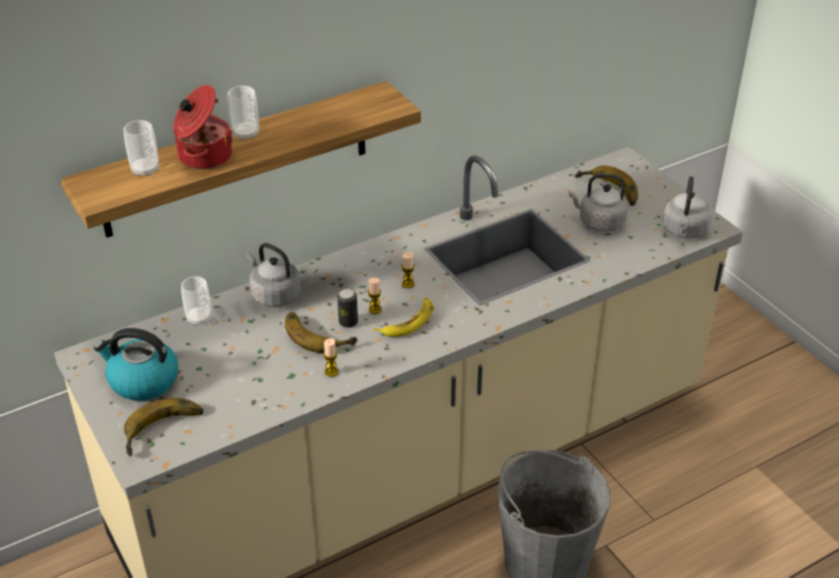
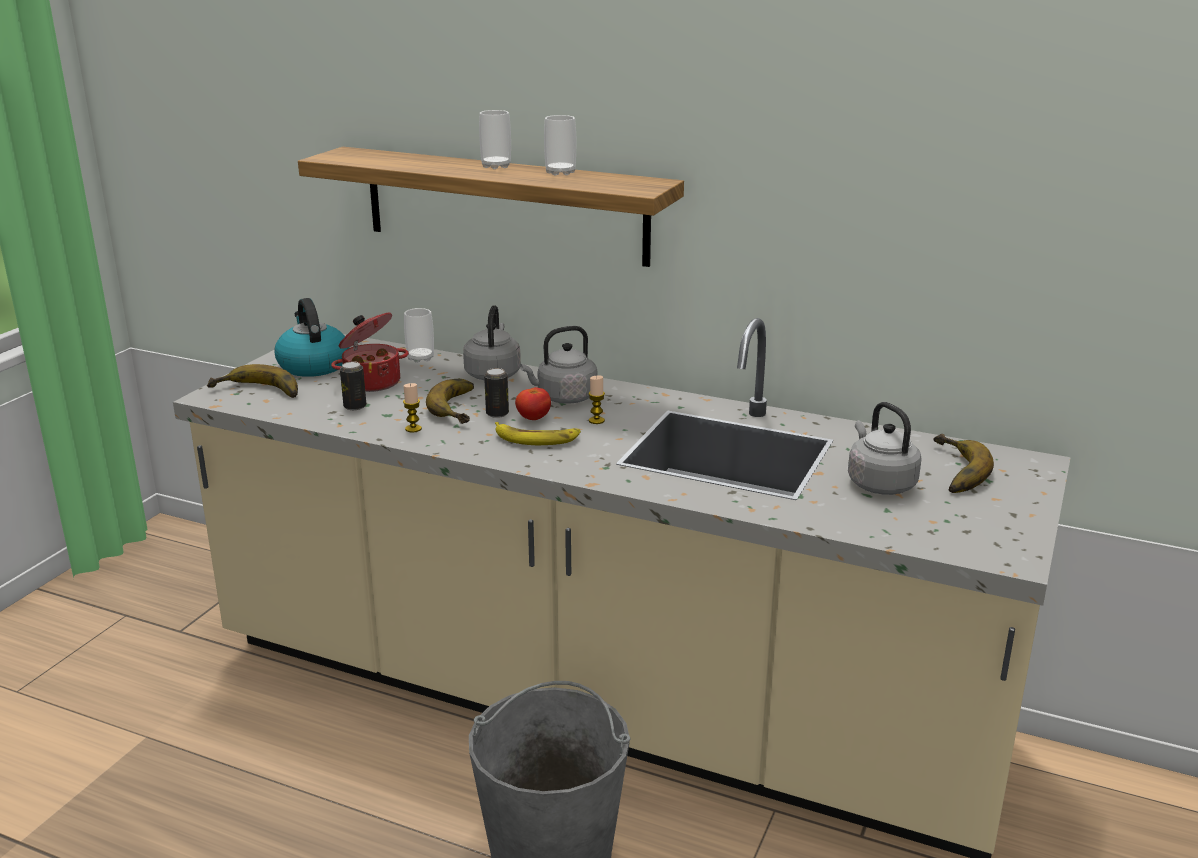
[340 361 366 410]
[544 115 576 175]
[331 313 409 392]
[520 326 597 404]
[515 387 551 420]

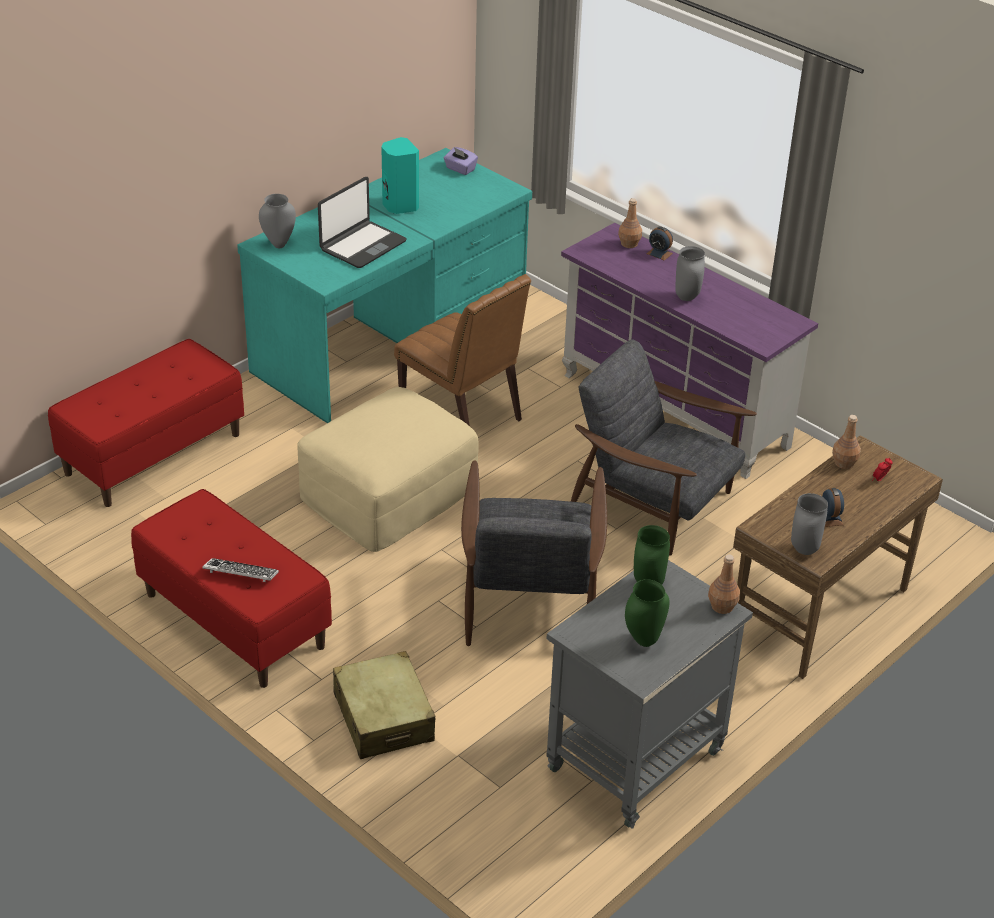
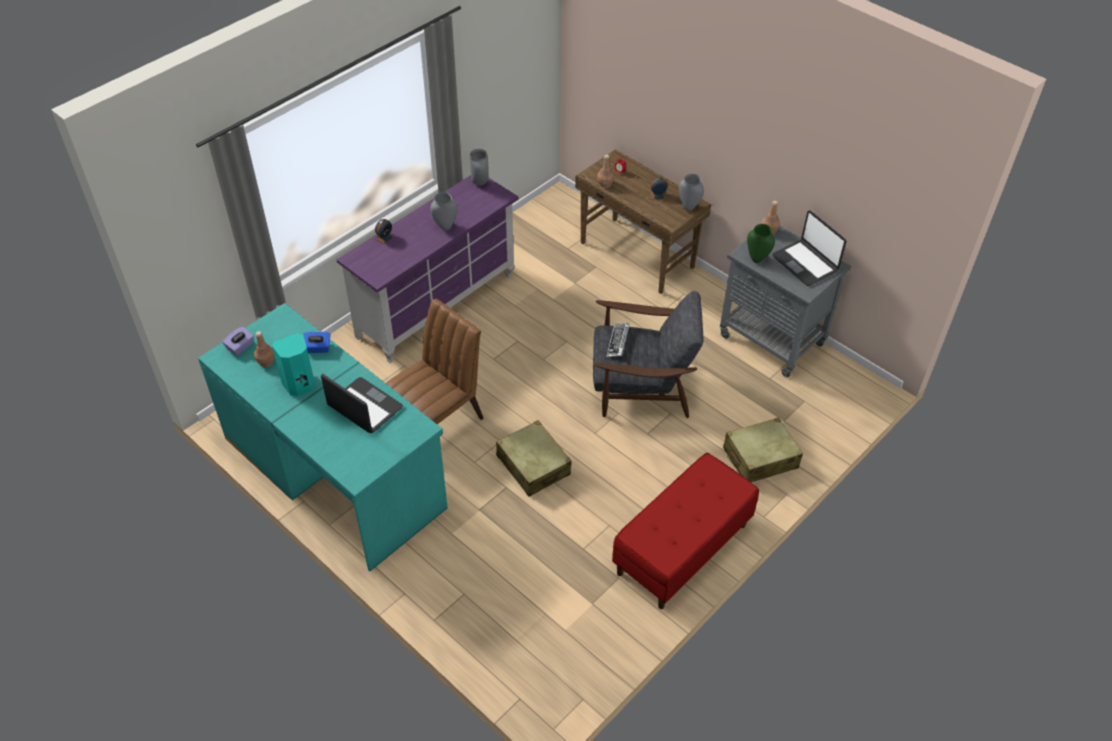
[48 339 244 507] (first image)
[571 339 757 555] (first image)
[303 331 331 353]
[606 323 630 358]
[470 149 489 186]
[254 331 275 367]
[496 420 572 497]
[772 210 847 286]

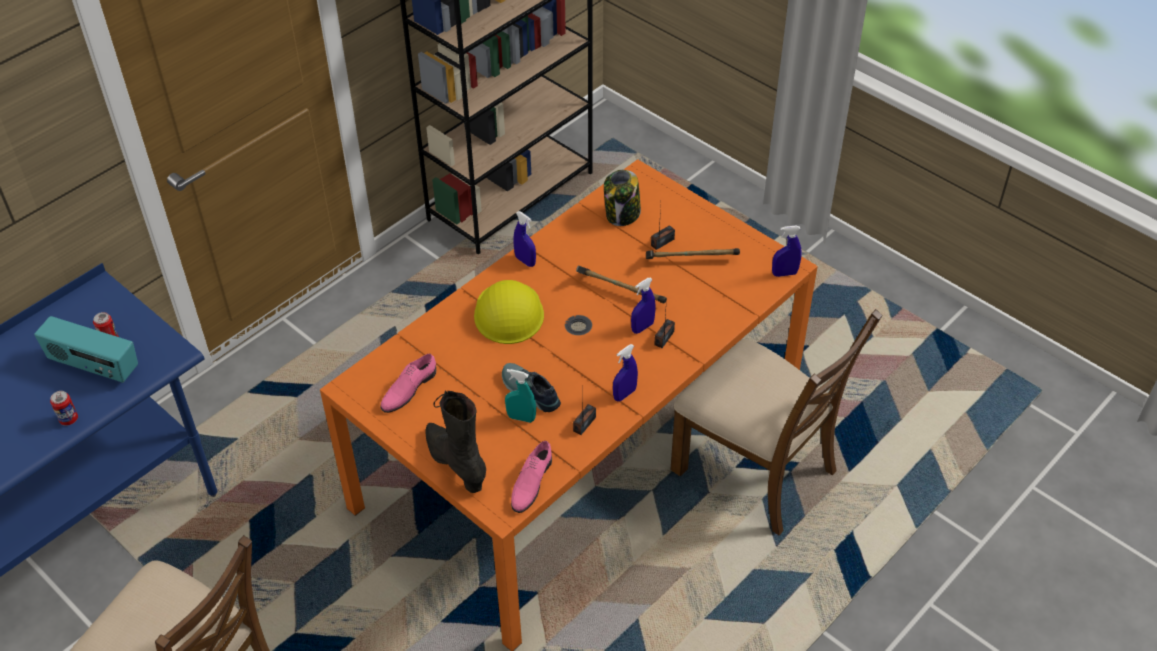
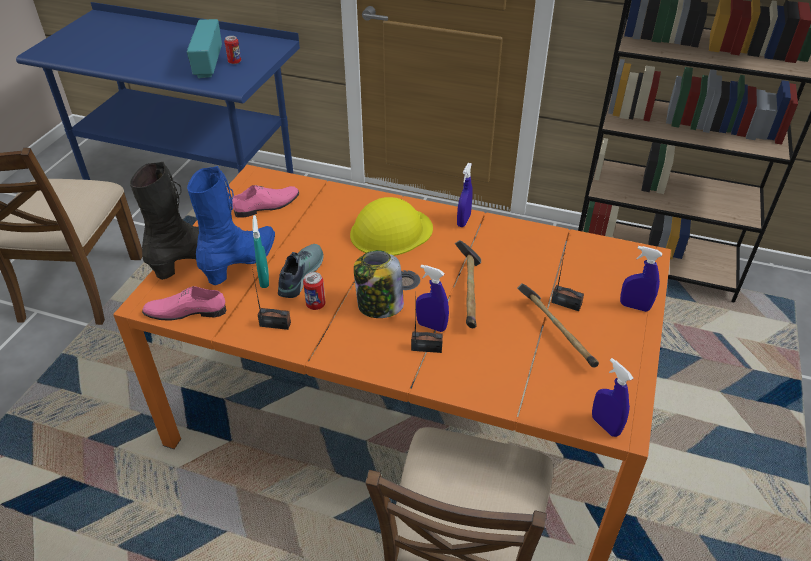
[187 166 275 285]
[303 272 326 310]
[354 250 404 318]
[620 246 662 312]
[232 185 299 218]

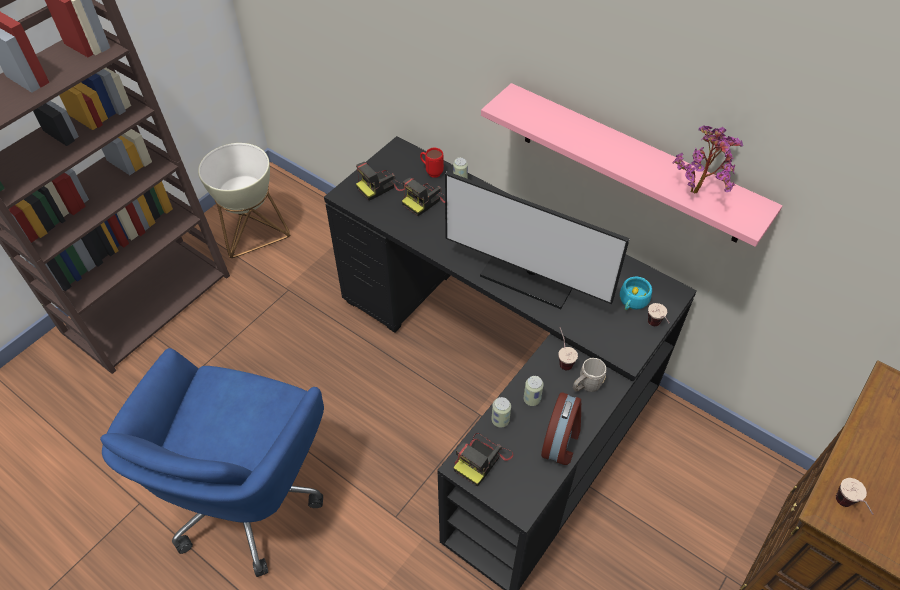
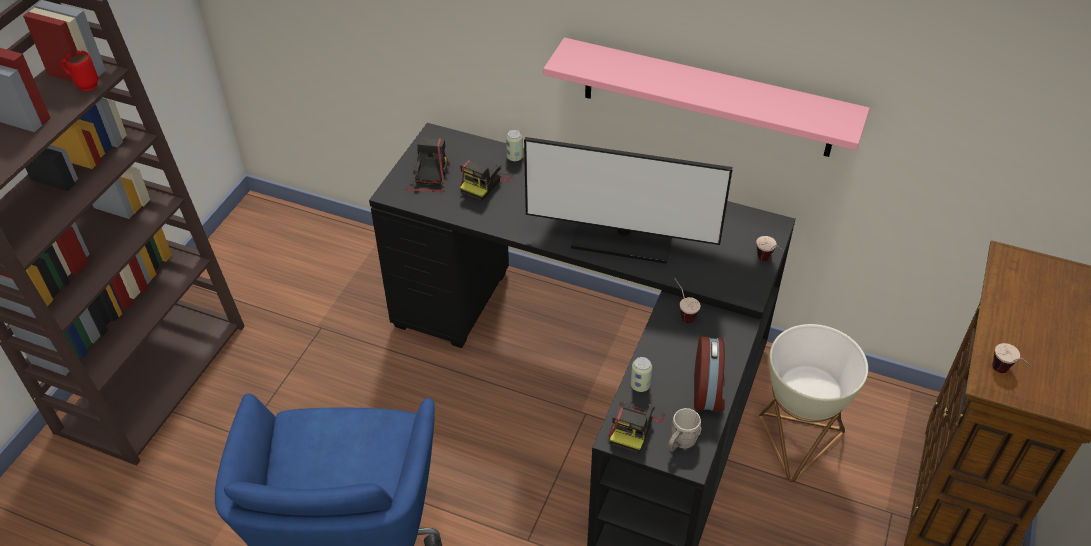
[524 376 544 406] (first image)
[620 277 652 310] (first image)
[673 125 743 193] (first image)
[759 324 868 482]
[61 51 98 91]
[668 408 701 452]
[405 137 450 193]

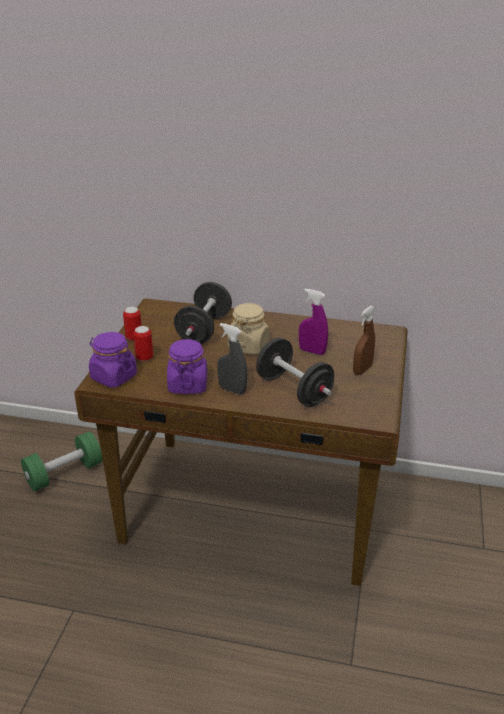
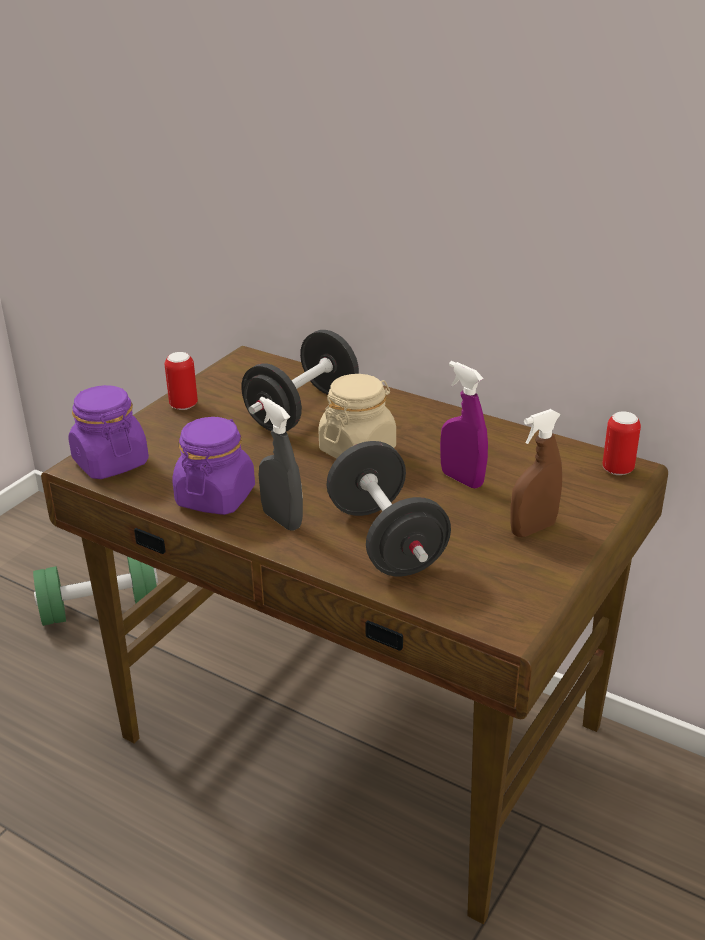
[602 411 641 475]

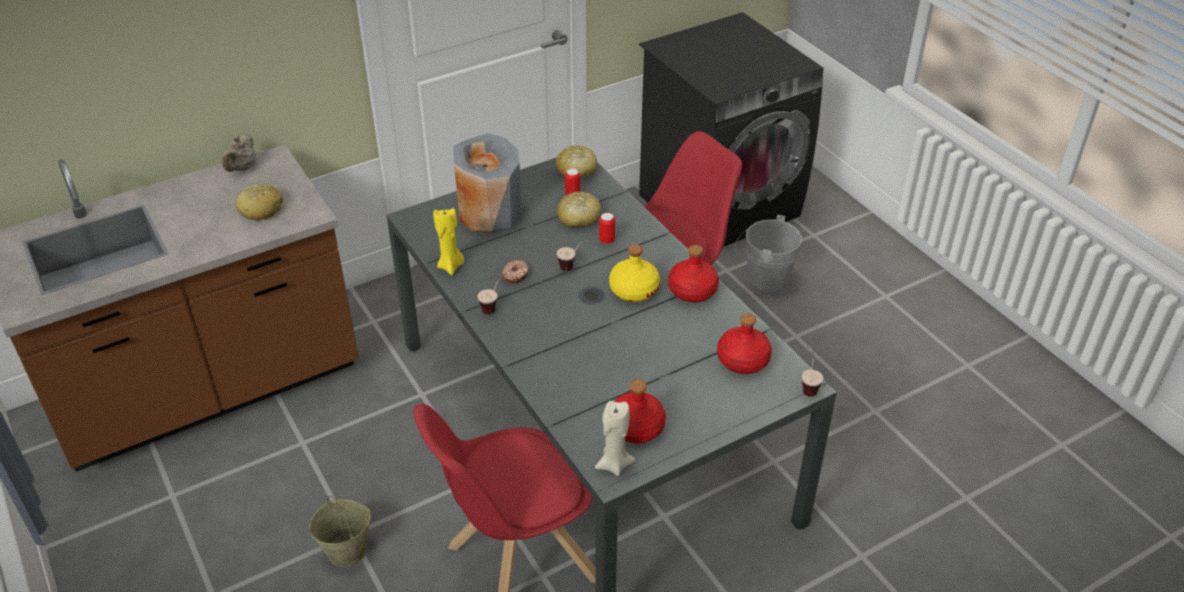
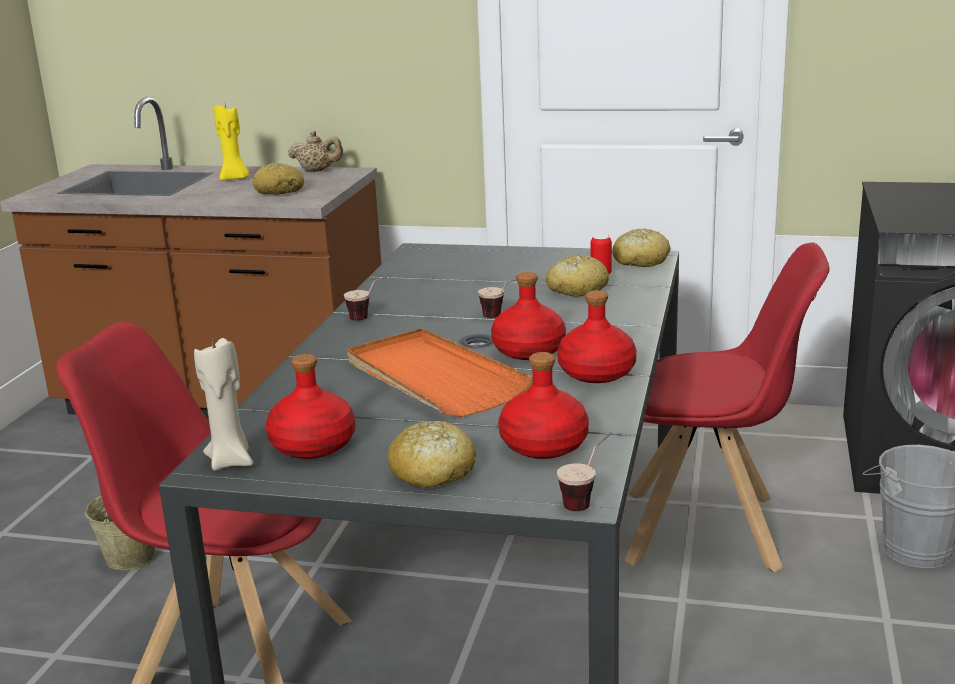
[453 133 522 233] (first image)
[502 260 529 284] (first image)
[599 213 615 244] (first image)
[347 328 533 417]
[388 421 476 488]
[214 105 249 181]
[491 272 566 360]
[288 131 343 172]

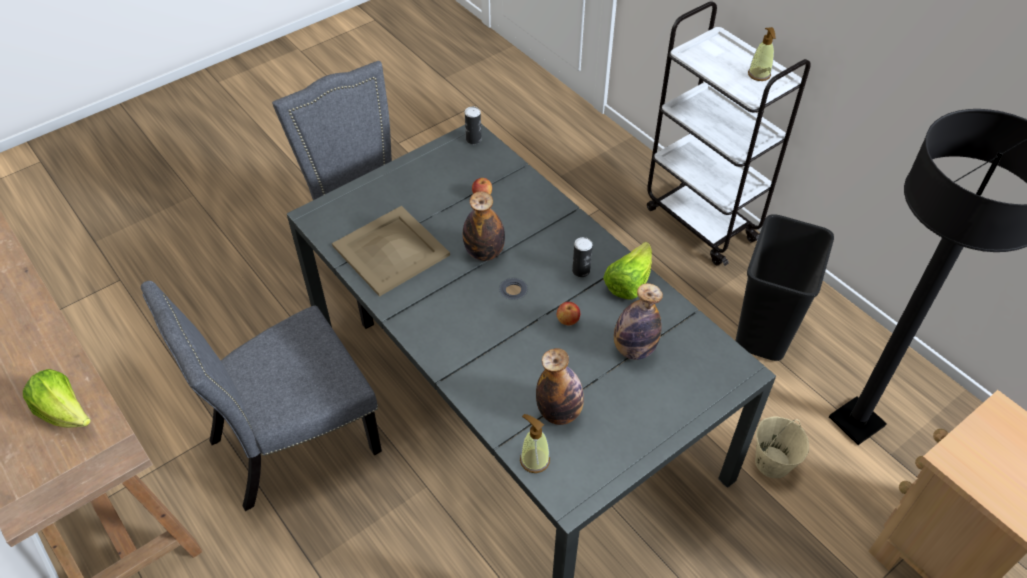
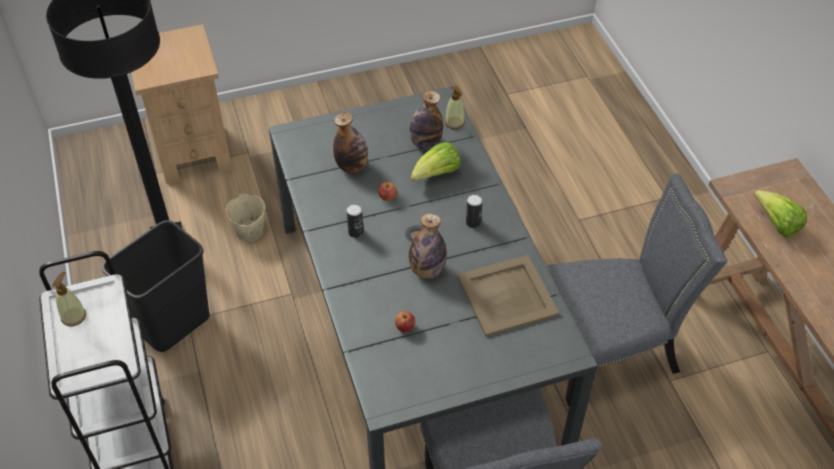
[466 194 483 228]
[411 142 461 181]

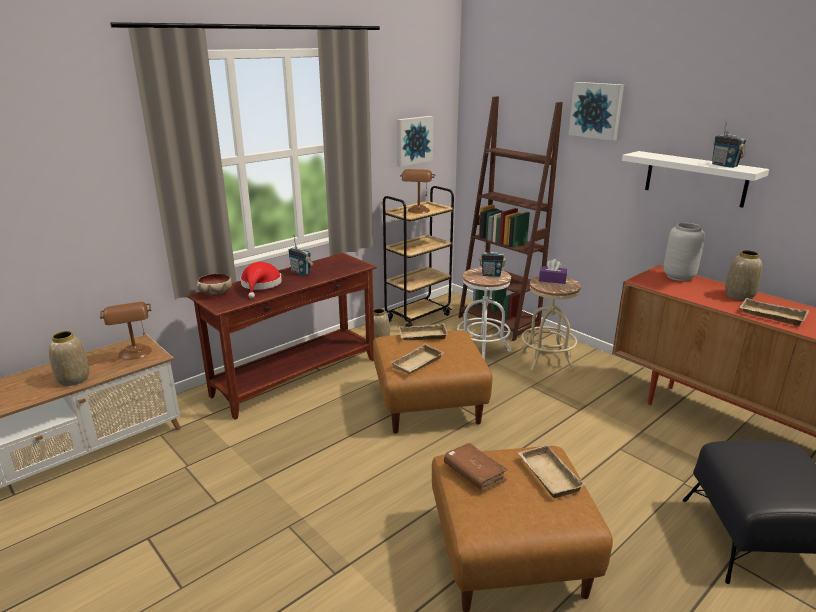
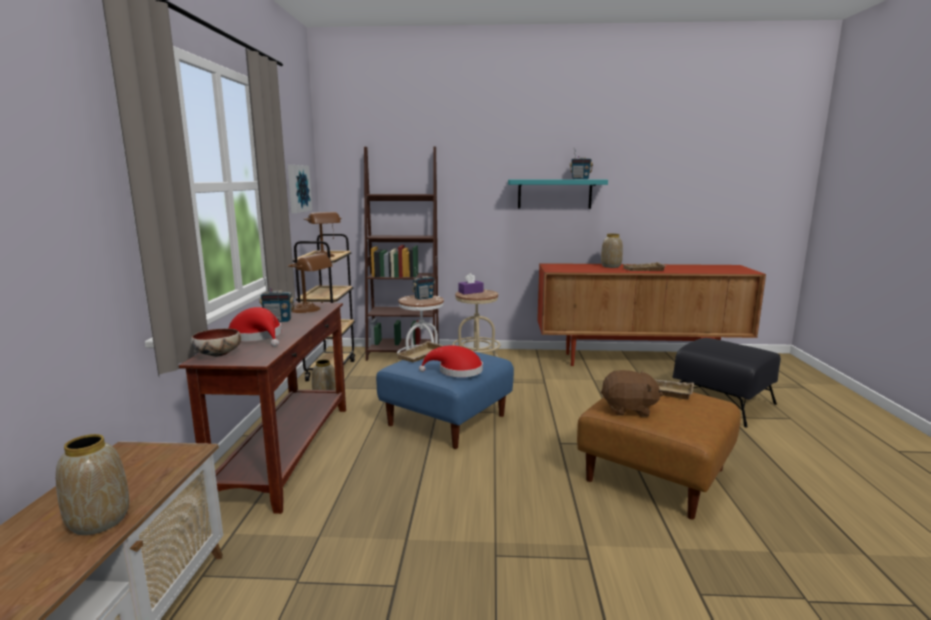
[569 82 624 141] (first image)
[663 223 705 281] (first image)
[288 253 332 313]
[419 345 483 377]
[601 370 663 417]
[376 351 514 449]
[508 180 608 209]

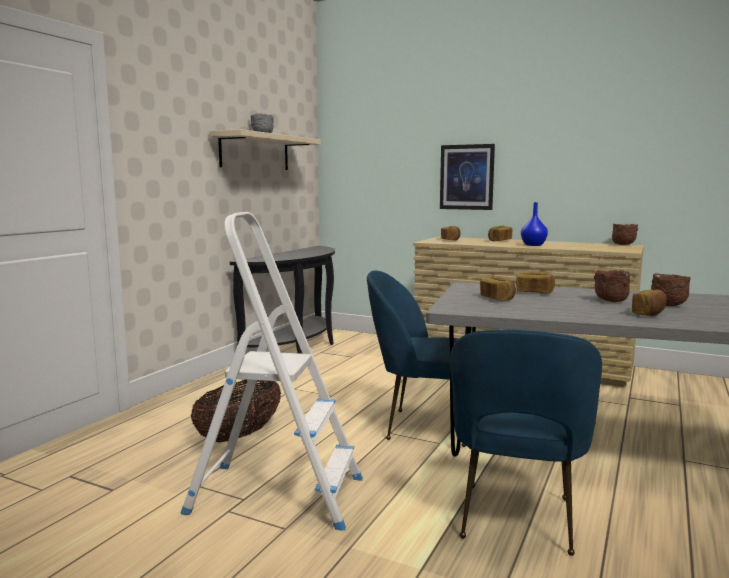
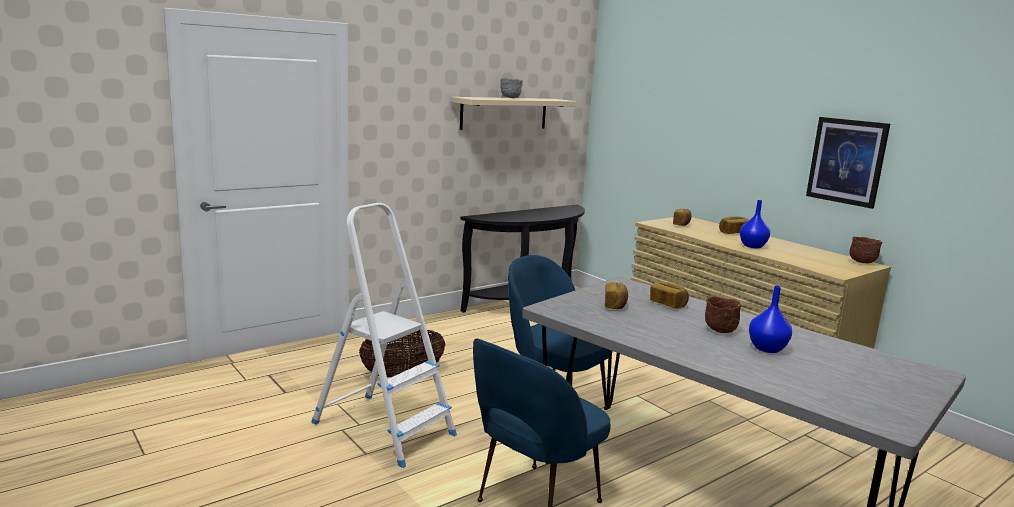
[632 289 667 316] (first image)
[806 117 890 209]
[749 285 792 353]

